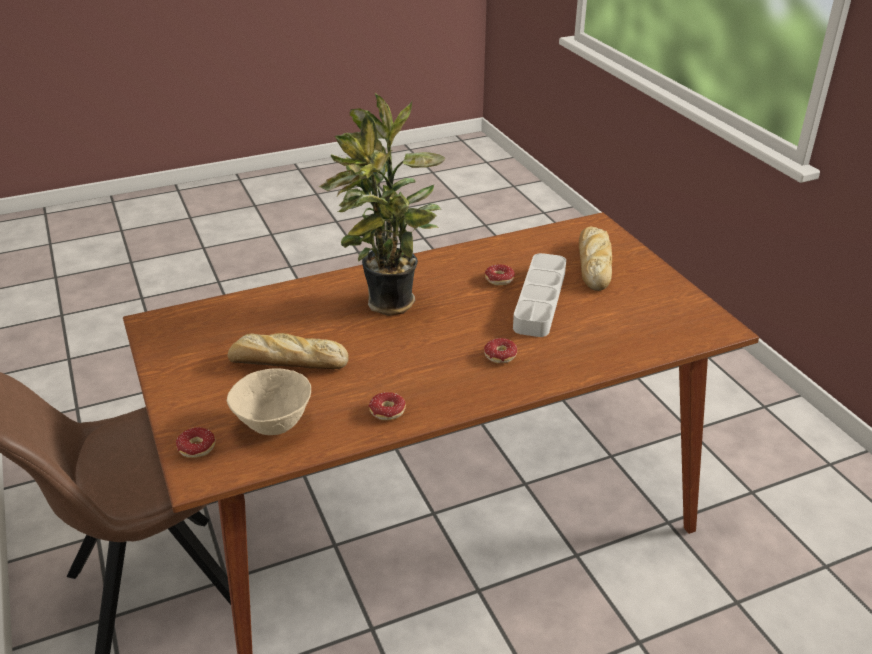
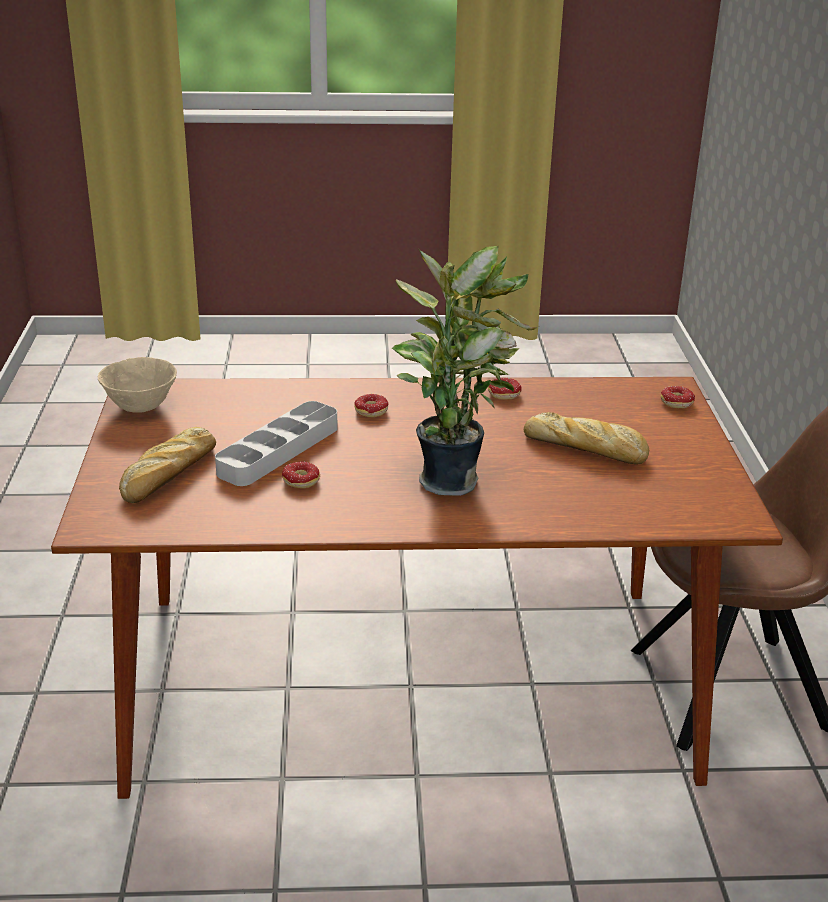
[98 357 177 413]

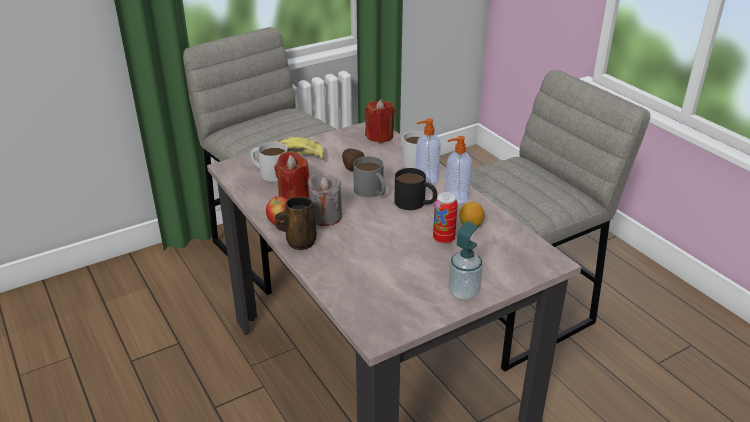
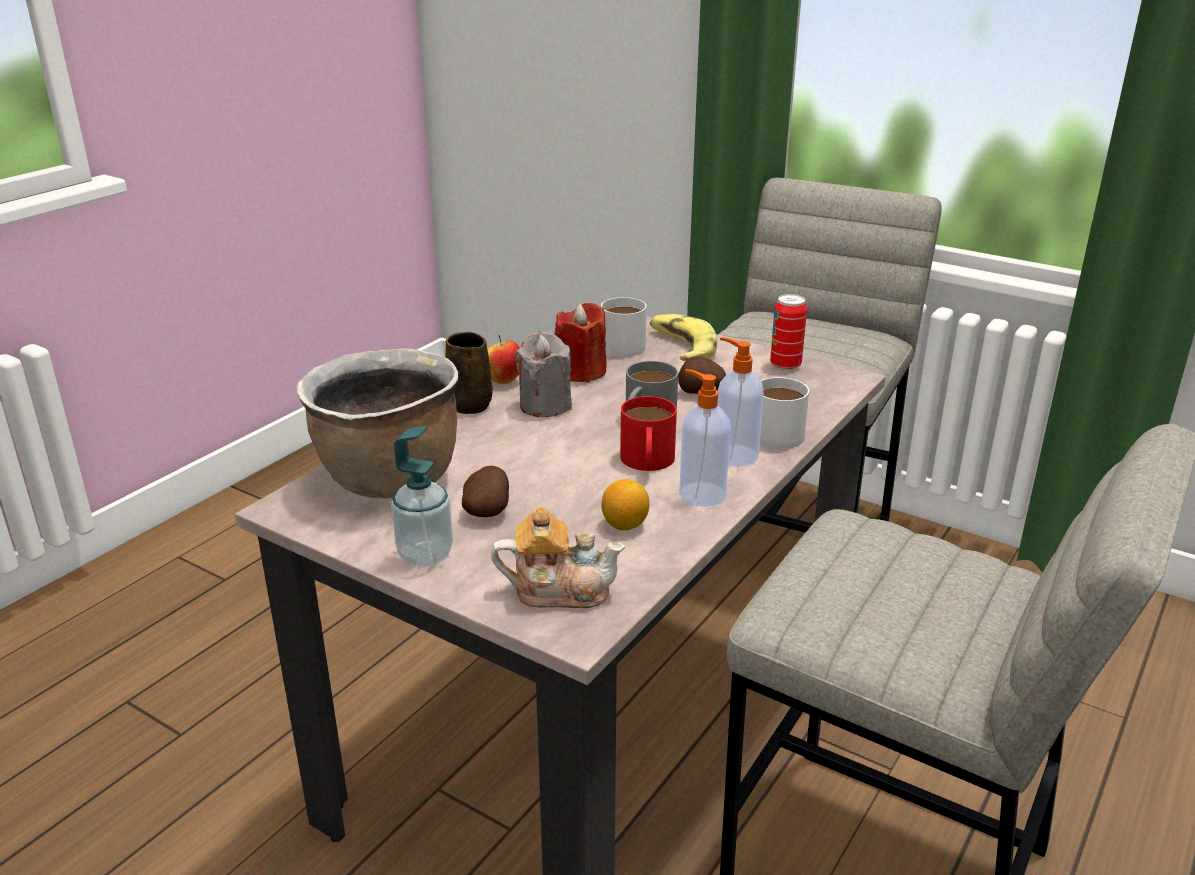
[365 99 395 143] (first image)
[296 348 458 498]
[462 466 509 517]
[491 507 625 608]
[770 294 807 371]
[620 396 677 471]

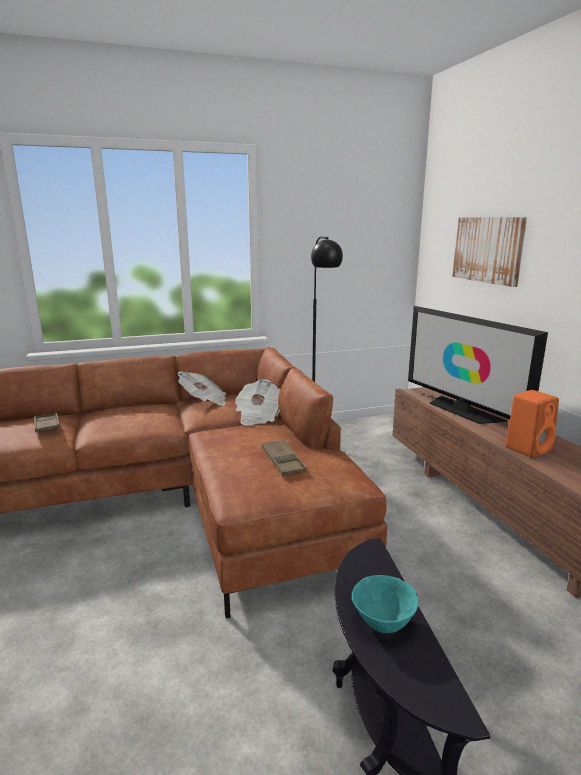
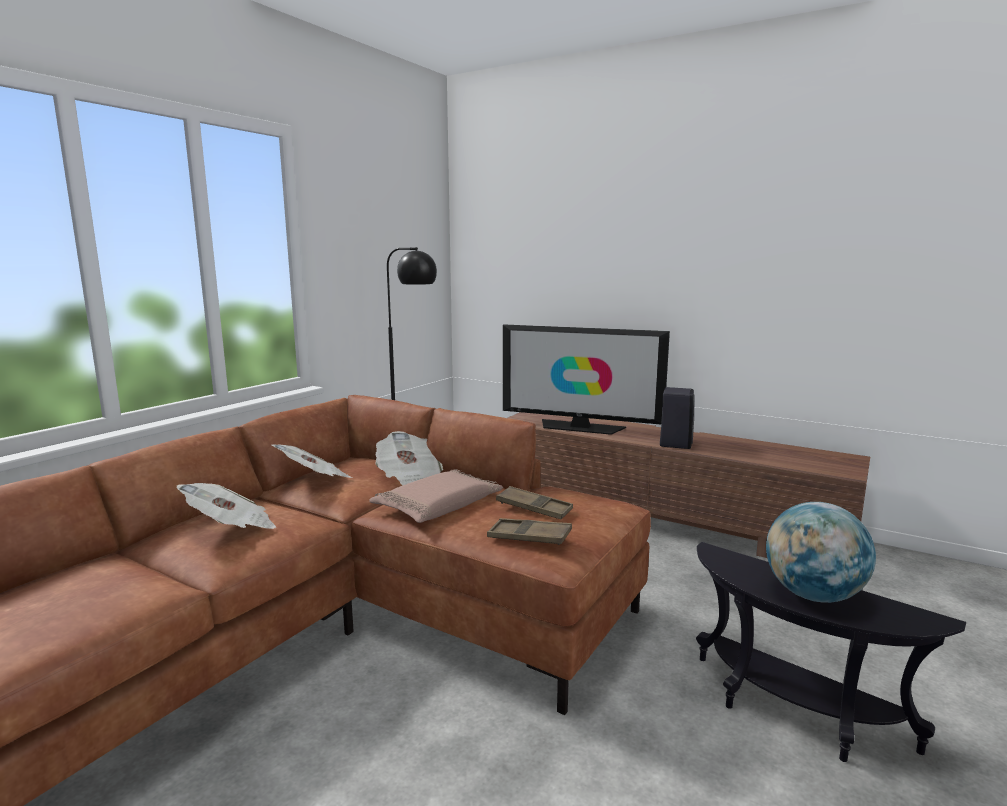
[452 217 527 287] (first image)
[176 483 277 529]
[369 469 503 523]
[487 518 572 545]
[766 502 876 603]
[660 387 695 449]

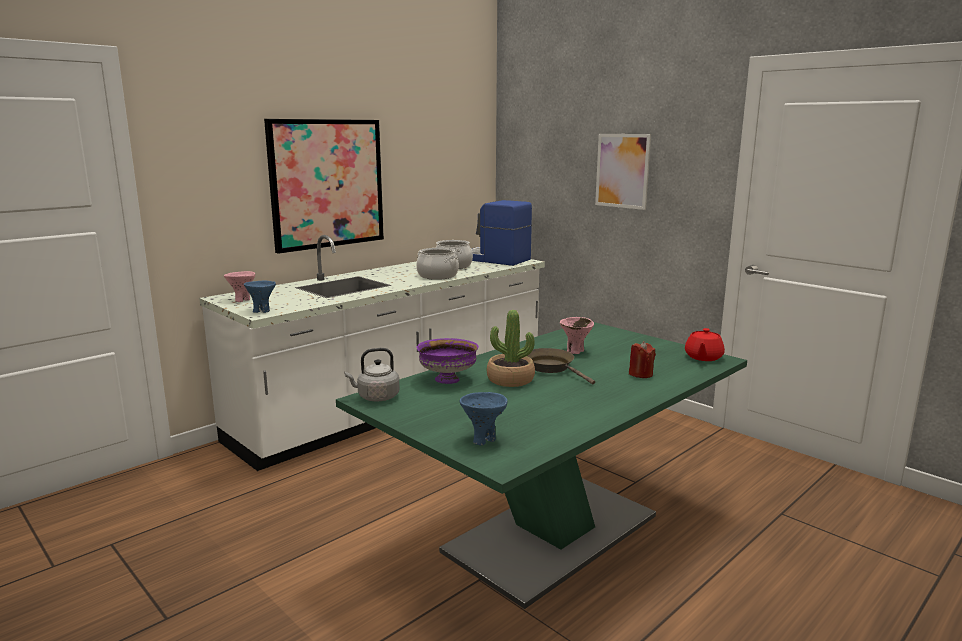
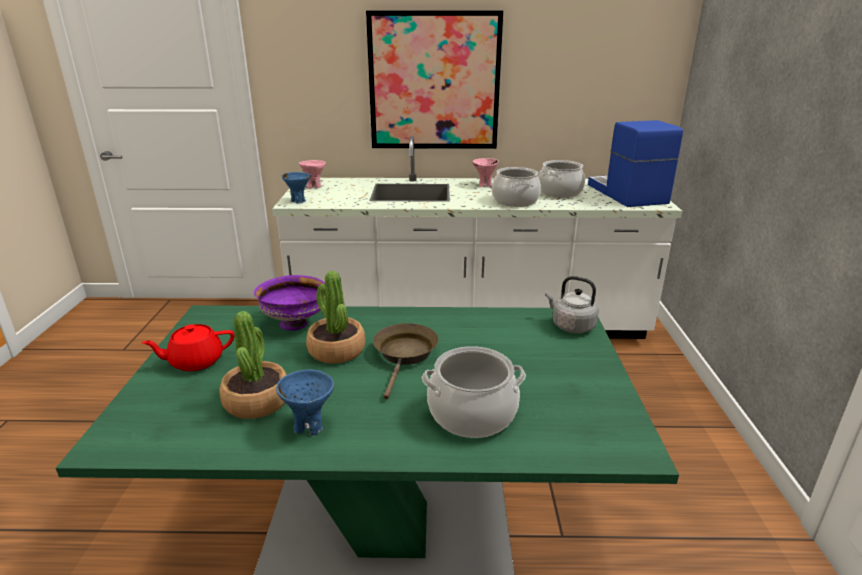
[595 134 651 210] (first image)
[219 311 287 419]
[545 276 599 333]
[276 369 334 435]
[473 158 499 187]
[141 324 235 371]
[422 346 526 438]

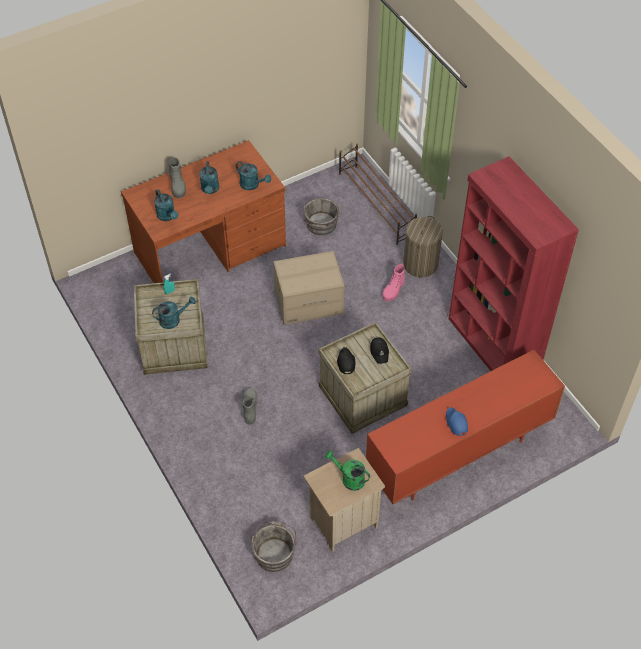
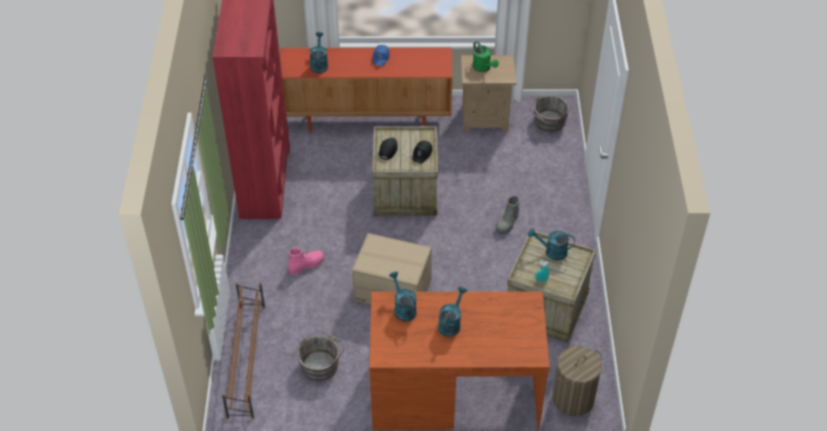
[169 157 186 198] (first image)
[309 32 328 73]
[552 346 602 416]

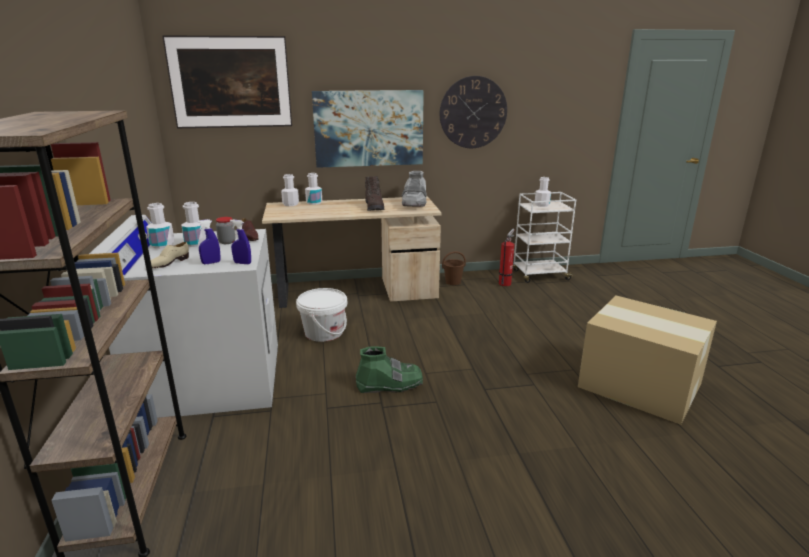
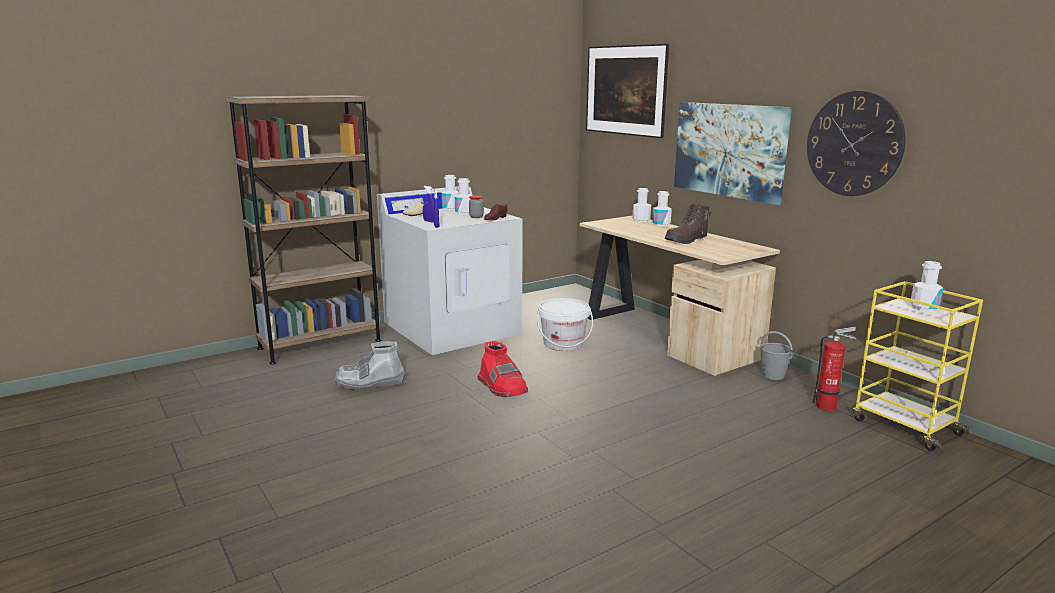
[578 295 717 425] (first image)
[335 341 405 391]
[477 341 528 397]
[760 331 793 380]
[853 281 983 451]

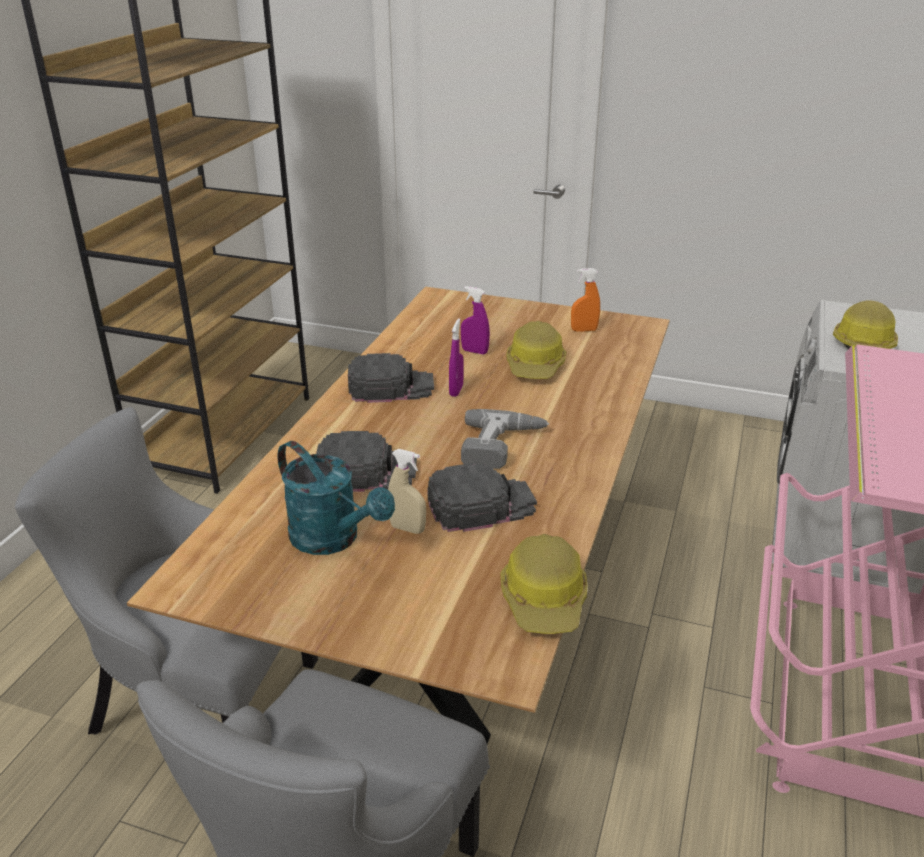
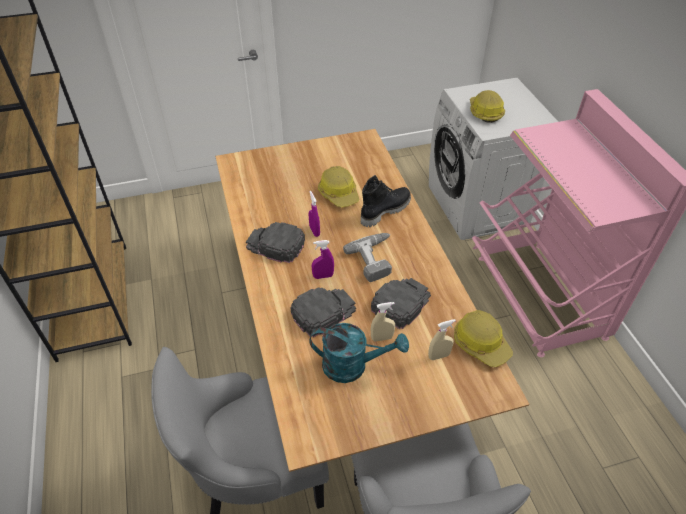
[571 268 600 332] (first image)
[361 175 411 227]
[428 319 456 360]
[312 240 334 279]
[246 222 305 263]

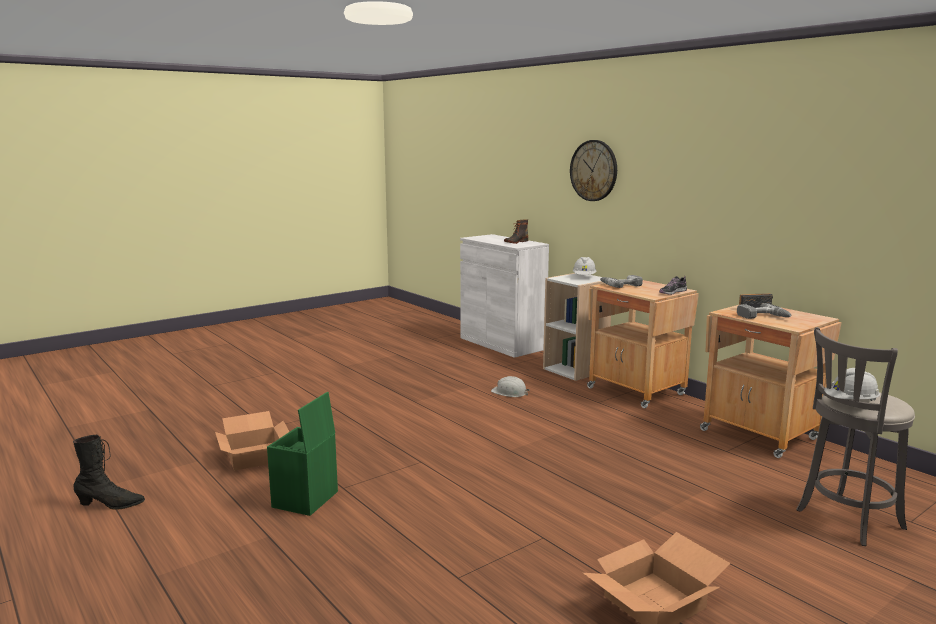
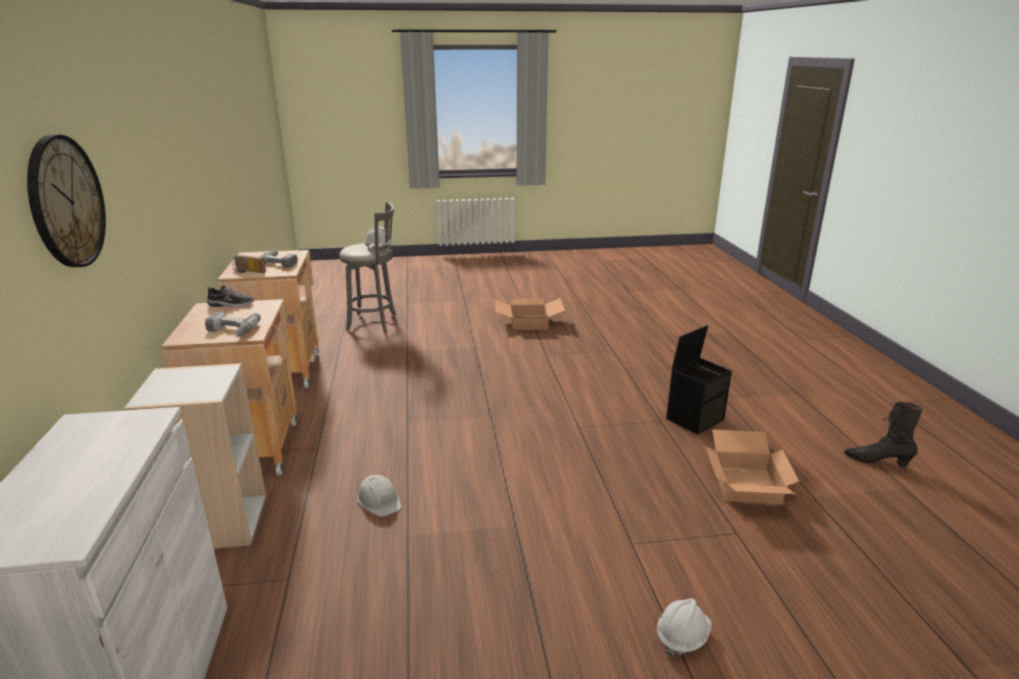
[504 219 528 244] (first image)
[657 598 712 658]
[666 325 732 435]

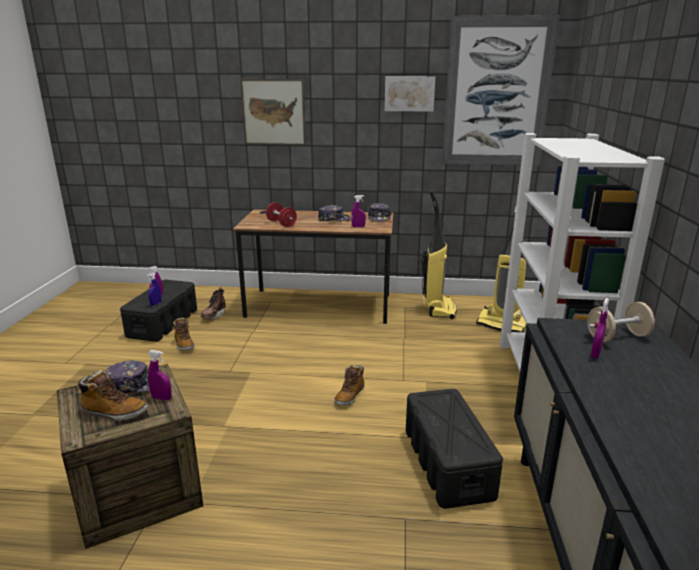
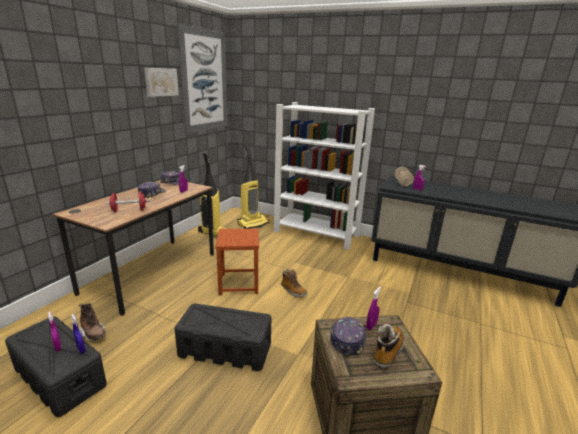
[173 318 195 351] (first image)
[240 79 306 145] (first image)
[215 229 259 295]
[175 303 271 371]

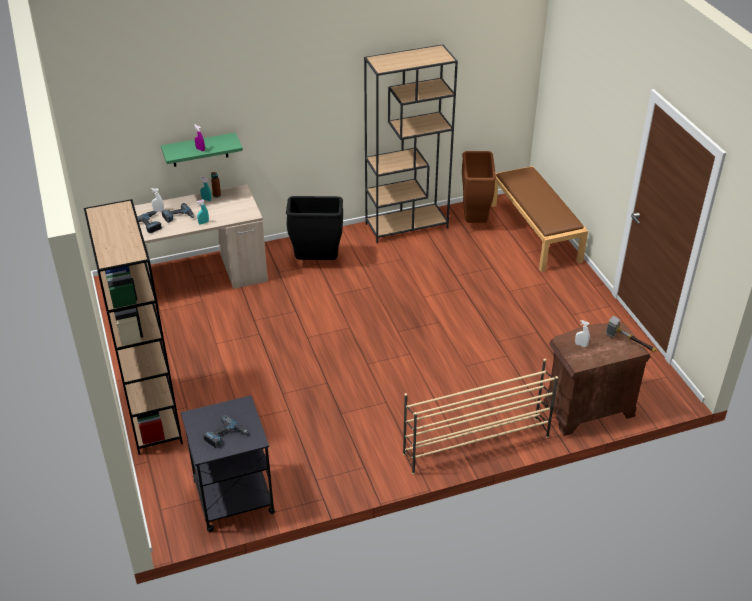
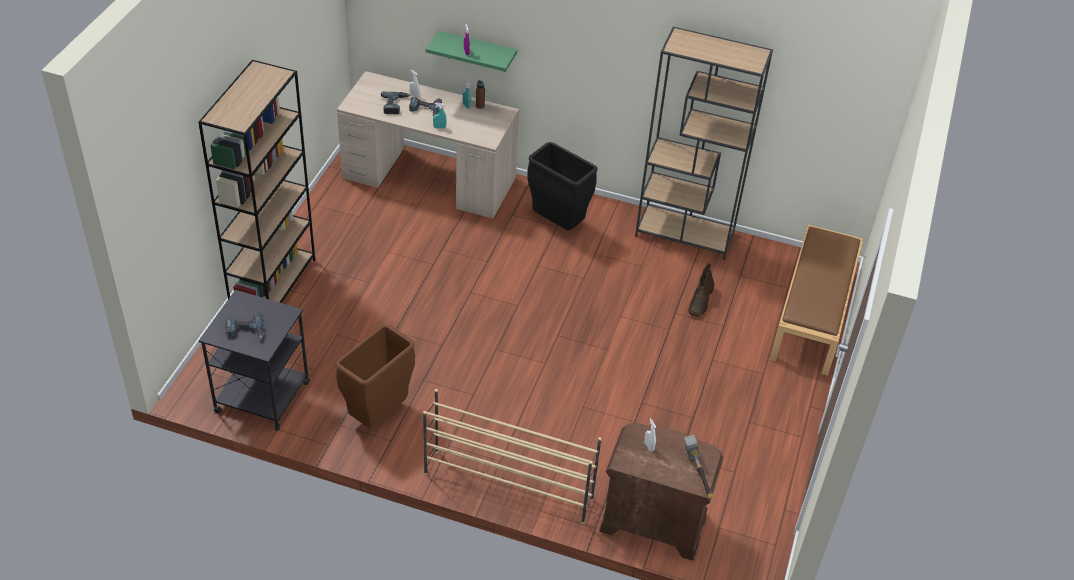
[688 263 714 317]
[336 325 415 428]

